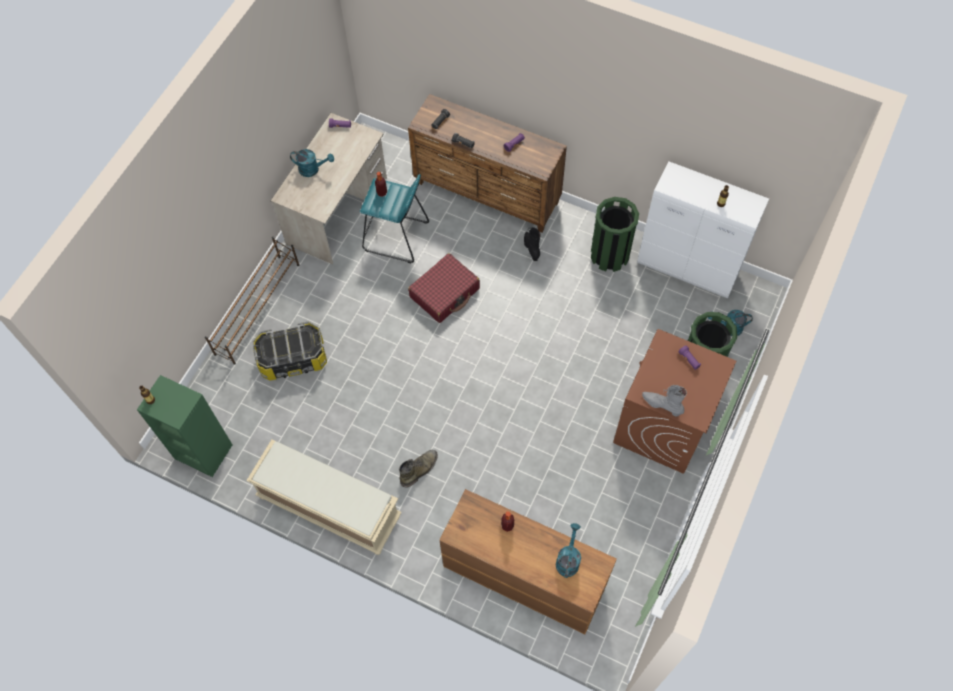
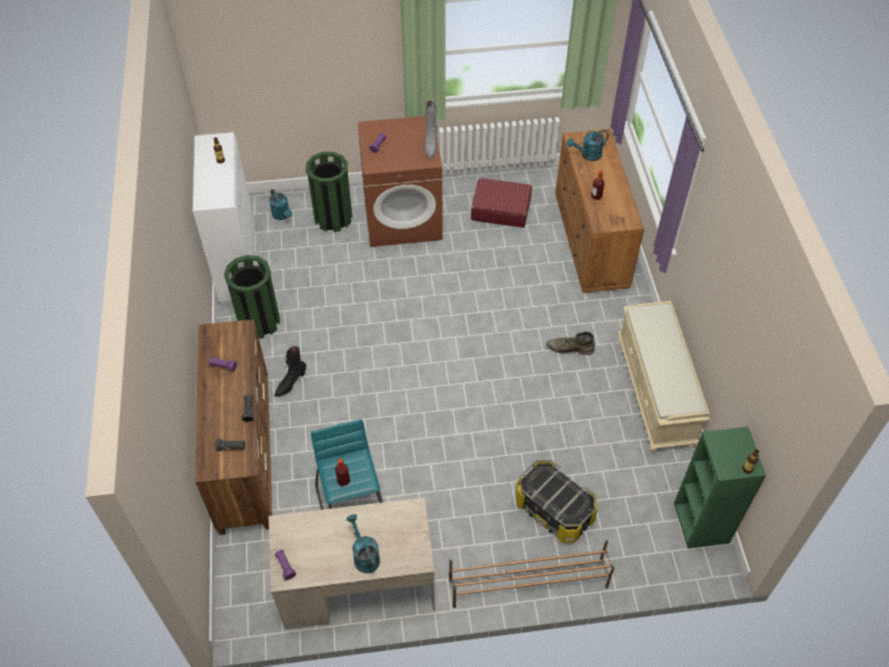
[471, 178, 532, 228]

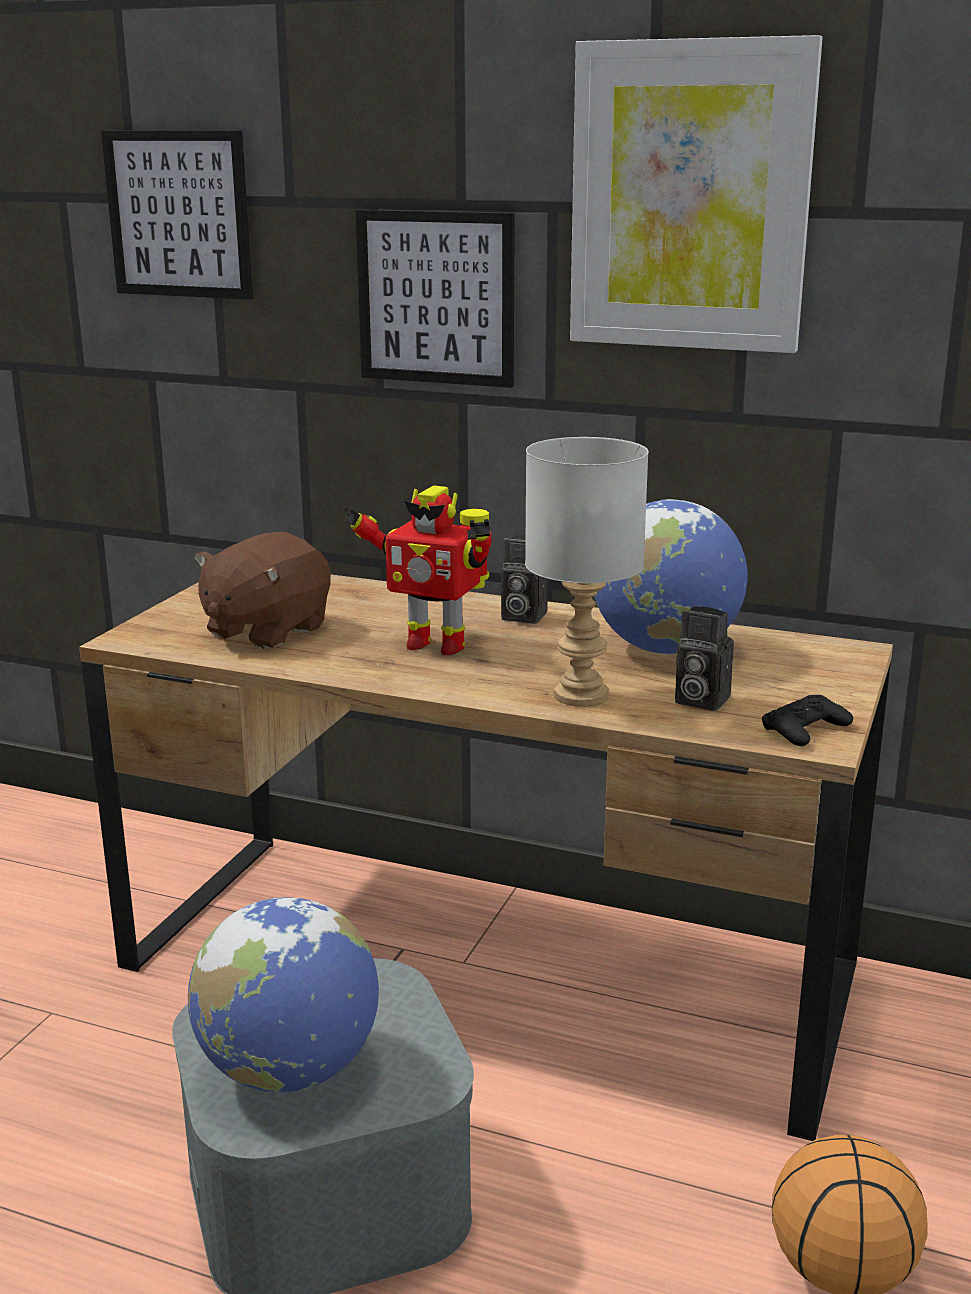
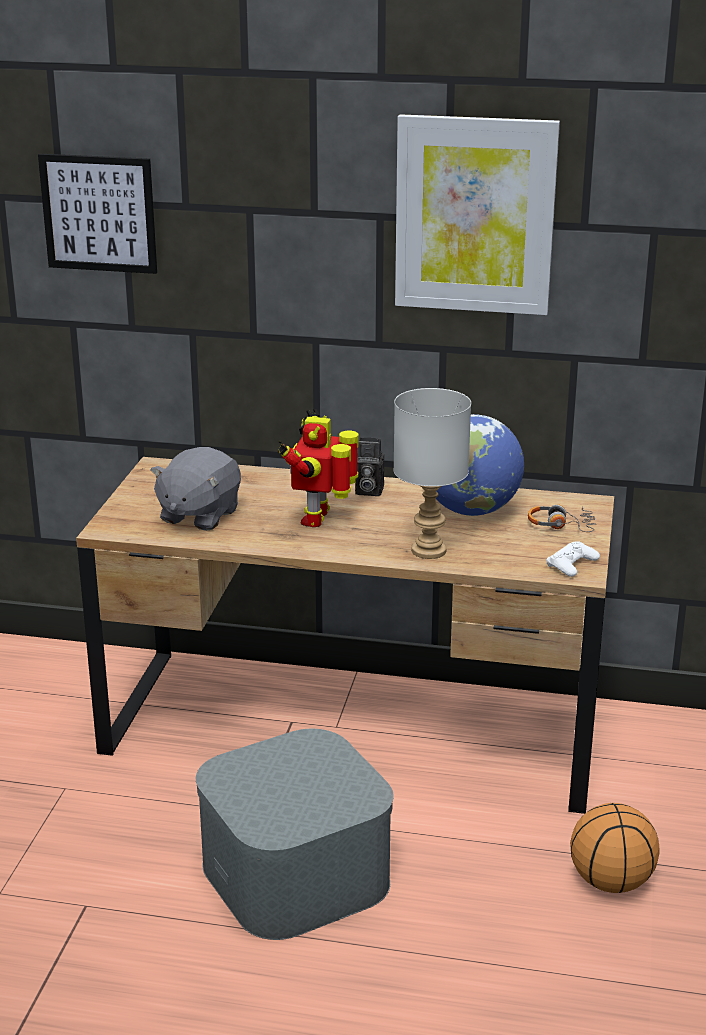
[150, 447, 241, 531]
[277, 409, 359, 527]
[528, 505, 596, 532]
[546, 541, 600, 577]
[188, 897, 379, 1092] (first image)
[355, 210, 515, 388] (first image)
[675, 607, 734, 711] (first image)

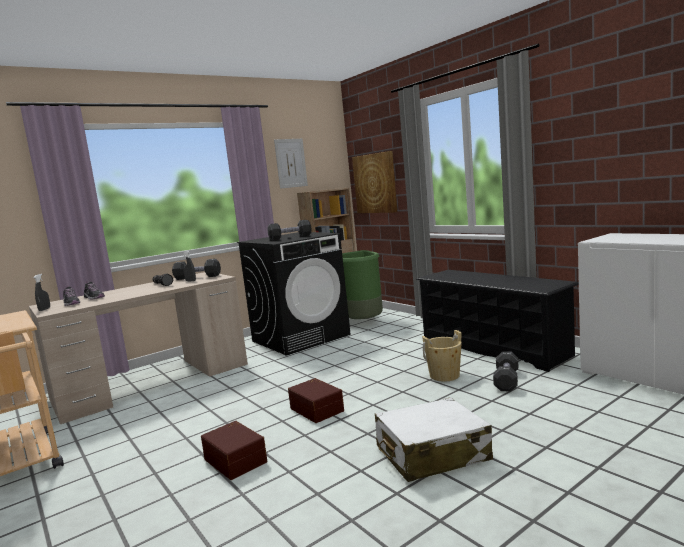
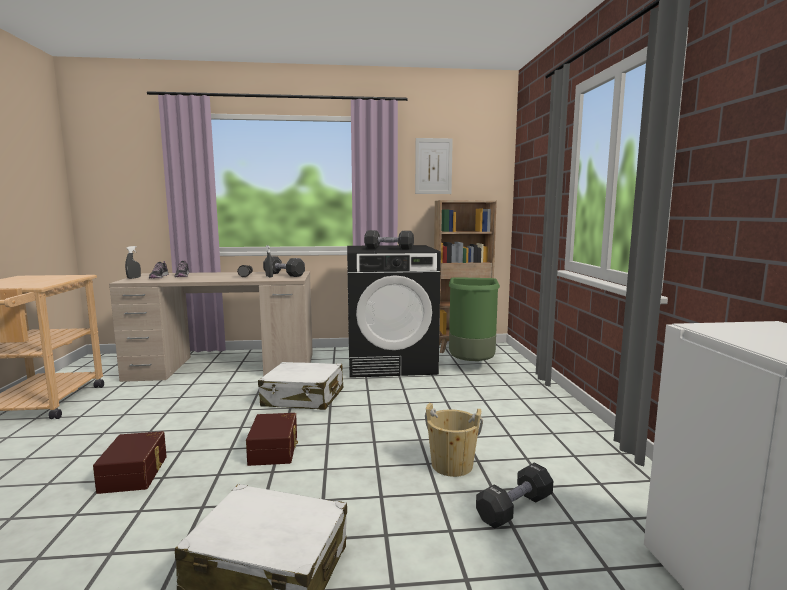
[258, 362, 343, 410]
[352, 151, 397, 213] (first image)
[416, 270, 579, 372] (first image)

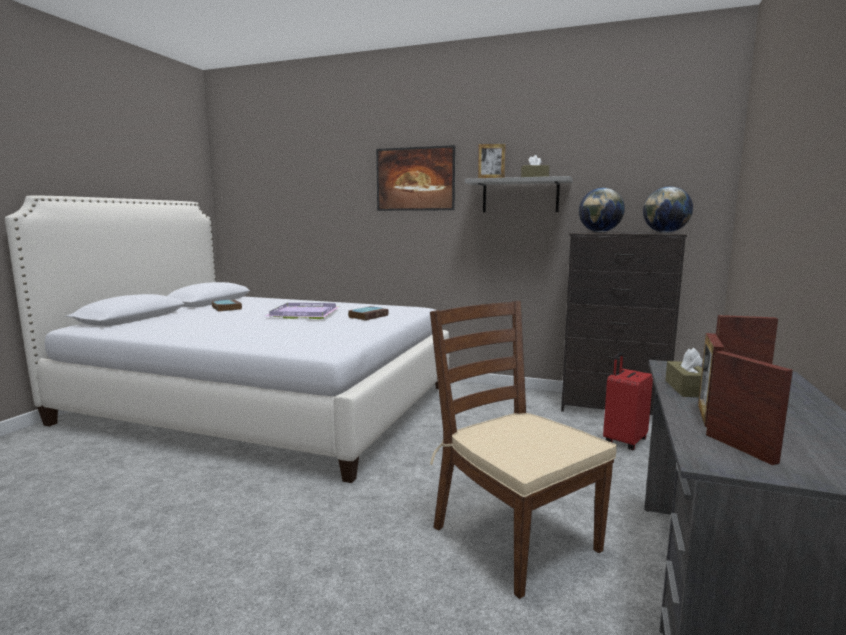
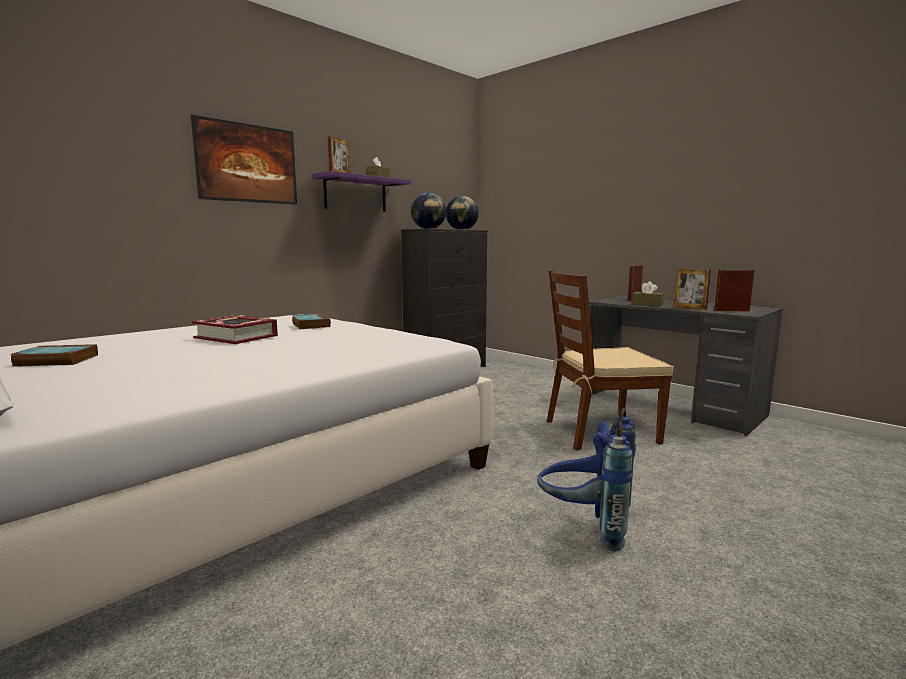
[192, 315, 278, 344]
[312, 171, 412, 212]
[537, 408, 636, 552]
[603, 352, 653, 450] (first image)

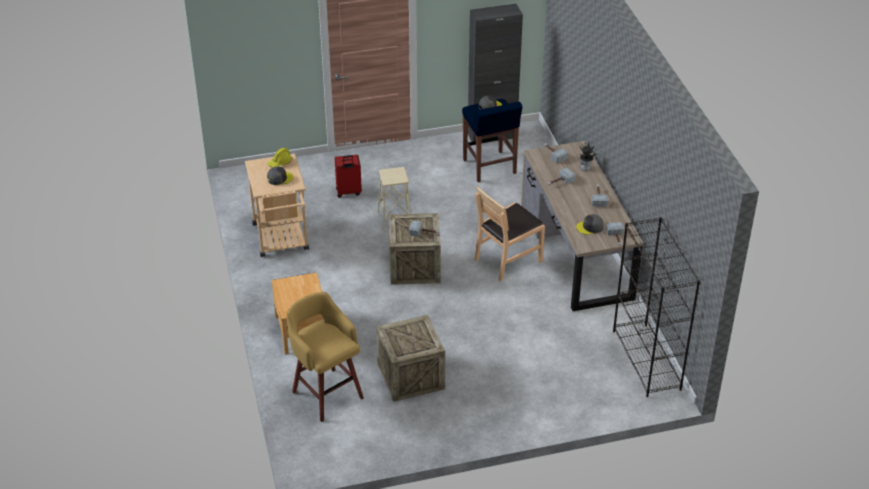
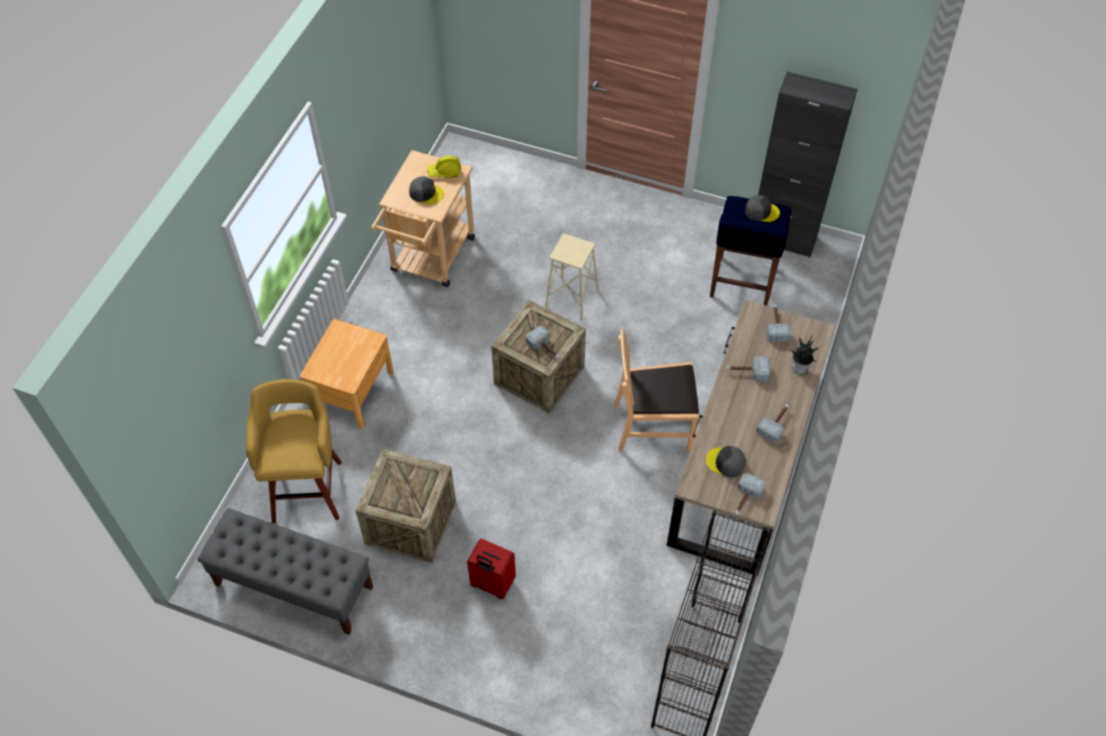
[197, 508, 373, 635]
[467, 538, 516, 599]

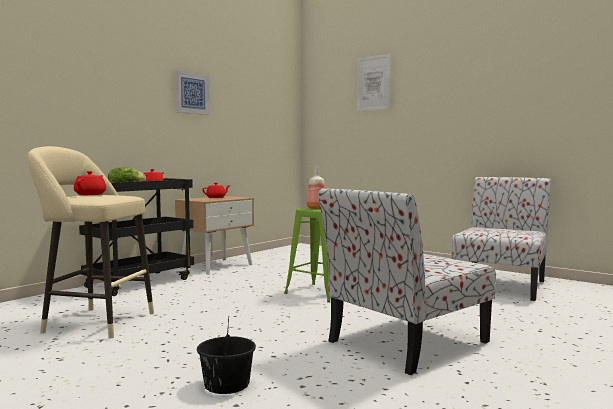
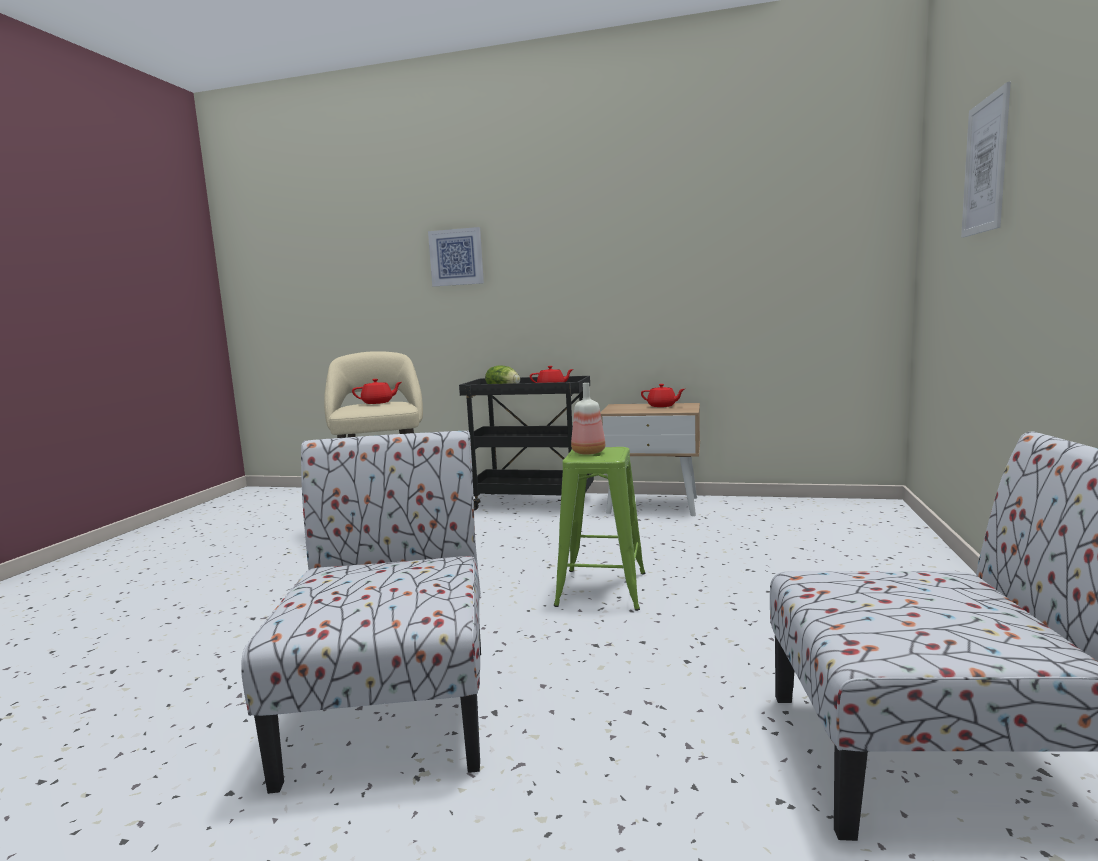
[241, 430, 481, 794]
[428, 227, 484, 286]
[197, 318, 256, 394] (first image)

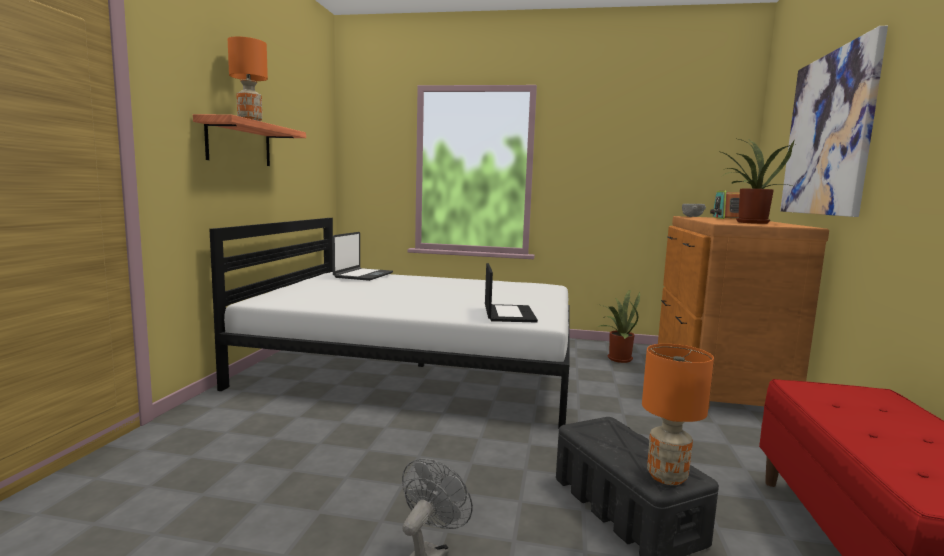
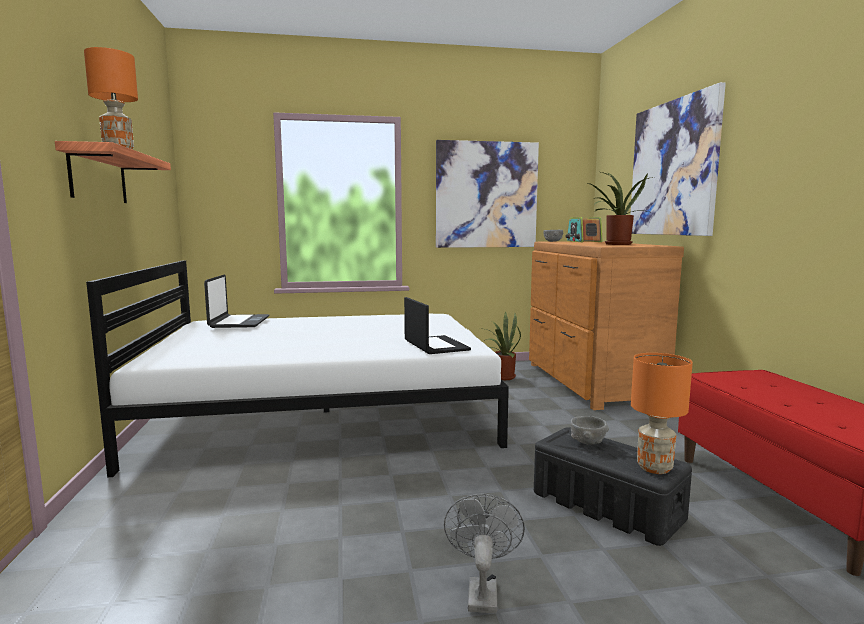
[436, 140, 539, 248]
[570, 416, 609, 445]

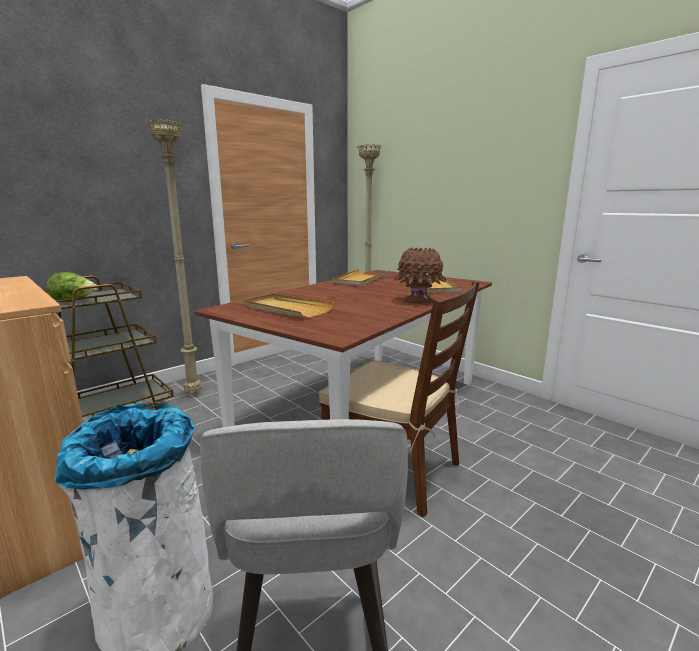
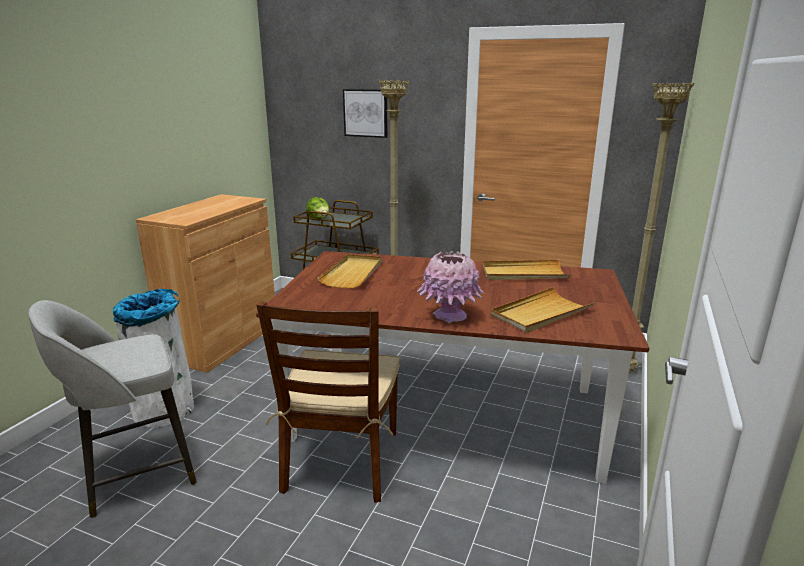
[343, 89, 387, 138]
[417, 251, 484, 323]

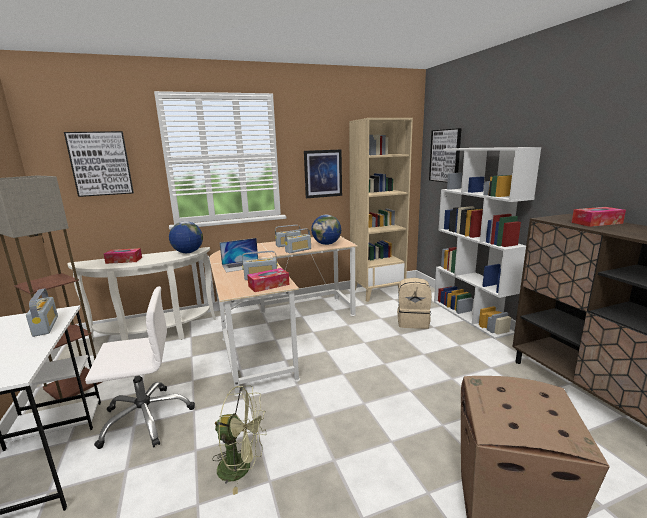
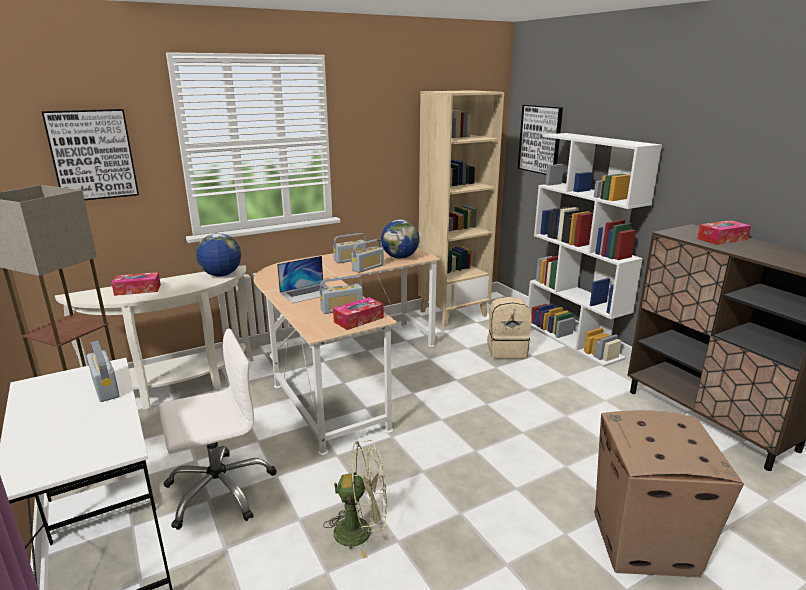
[304, 150, 342, 198] (first image)

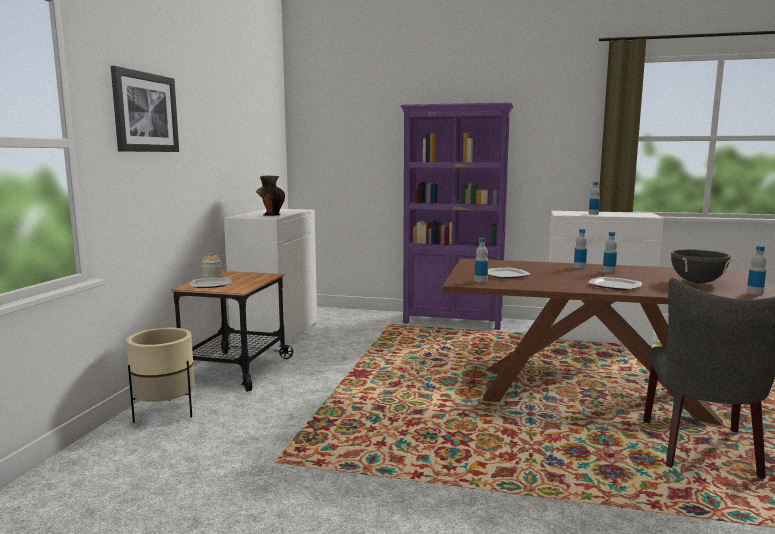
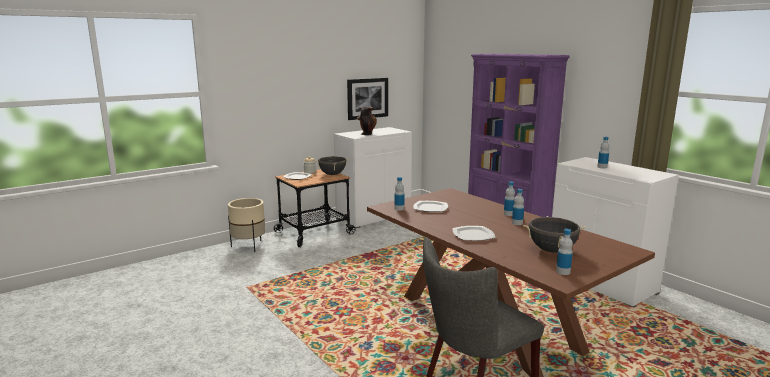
[315, 156, 350, 175]
[347, 78, 388, 120]

